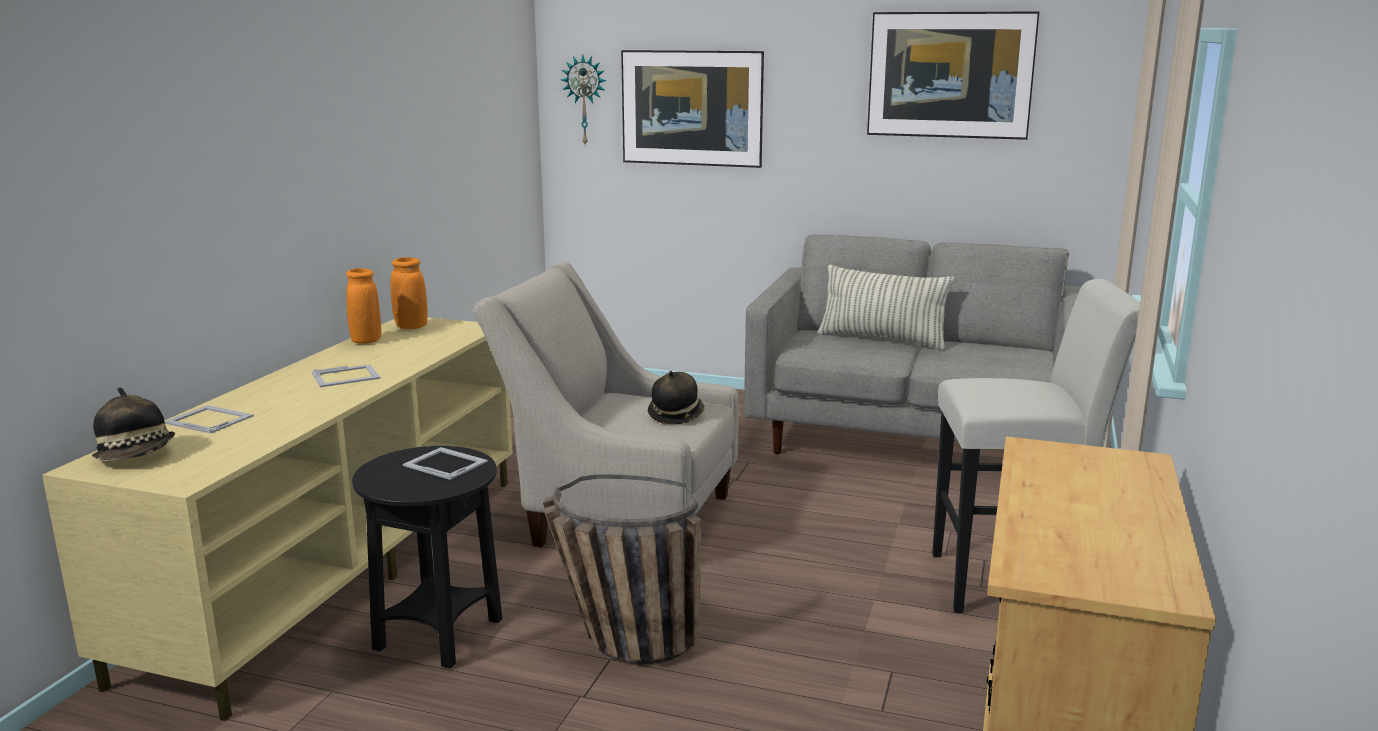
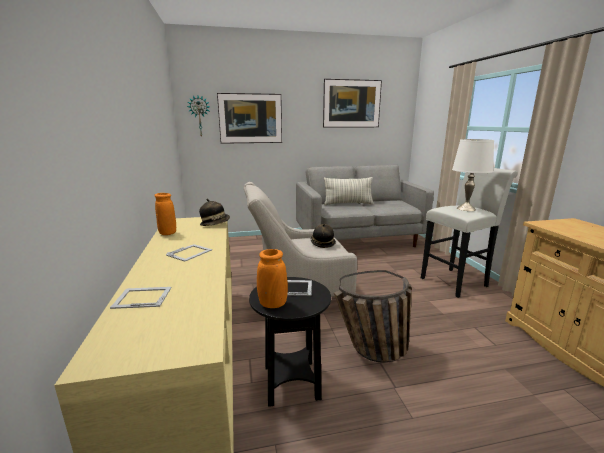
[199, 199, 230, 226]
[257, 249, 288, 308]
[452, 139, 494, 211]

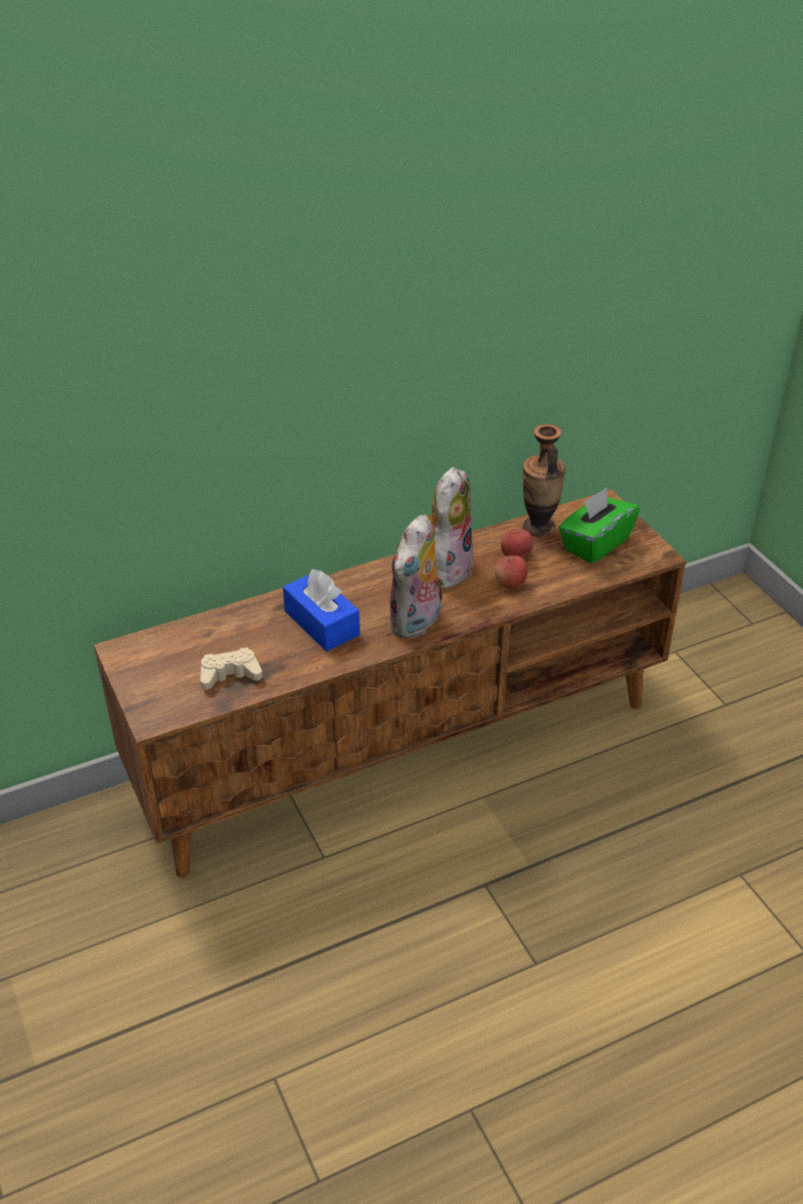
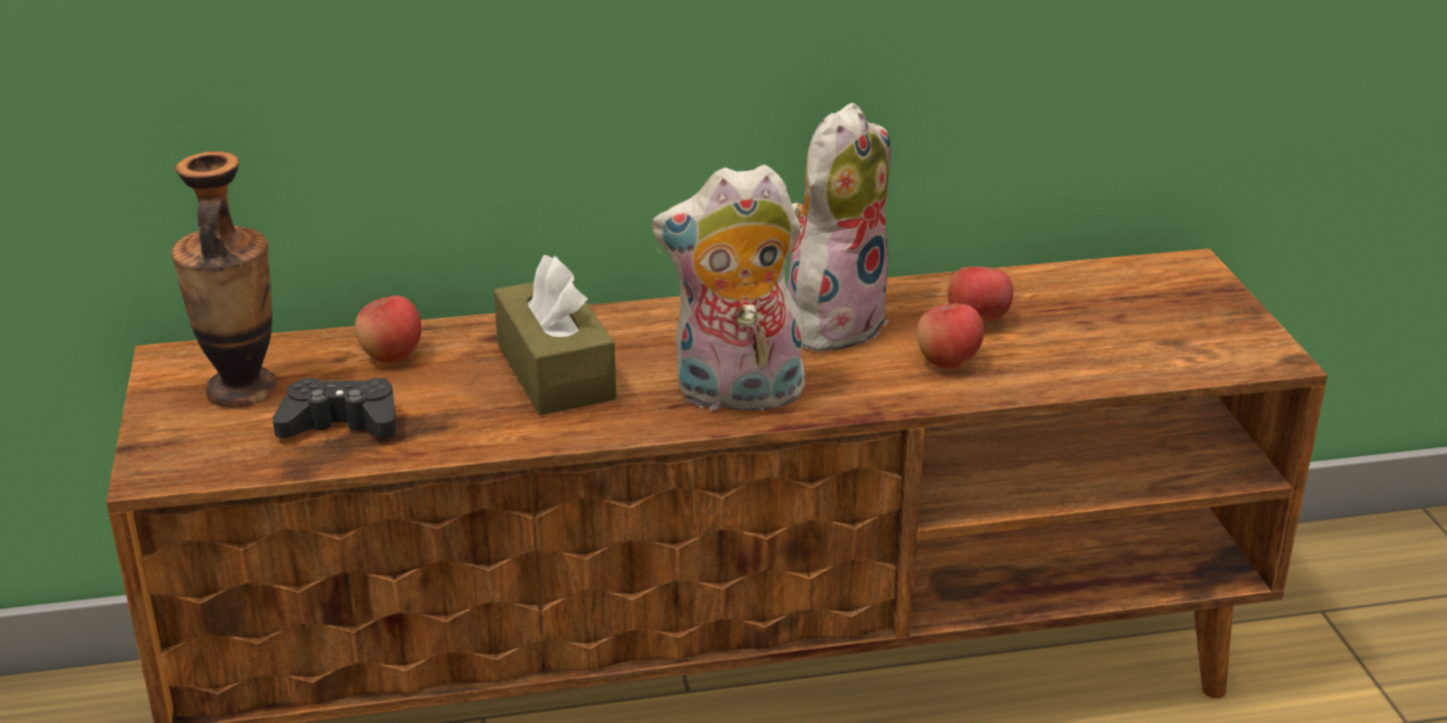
[171, 151, 278, 408]
[272, 378, 396, 438]
[355, 296, 421, 363]
[494, 255, 617, 415]
[651, 164, 809, 411]
[558, 488, 640, 564] (first image)

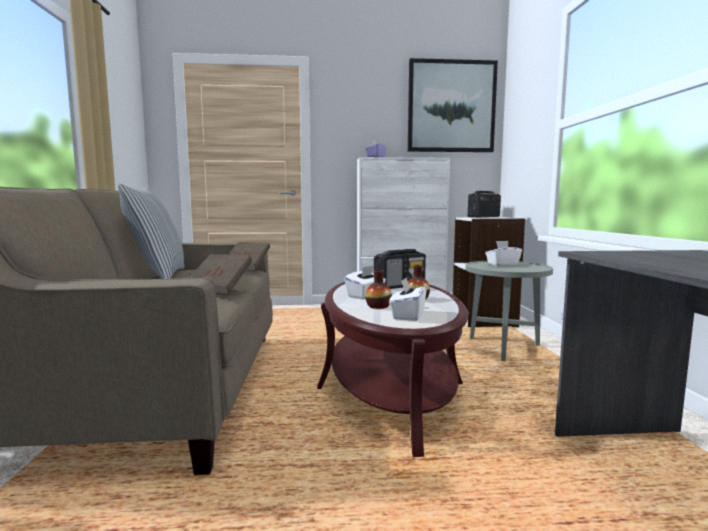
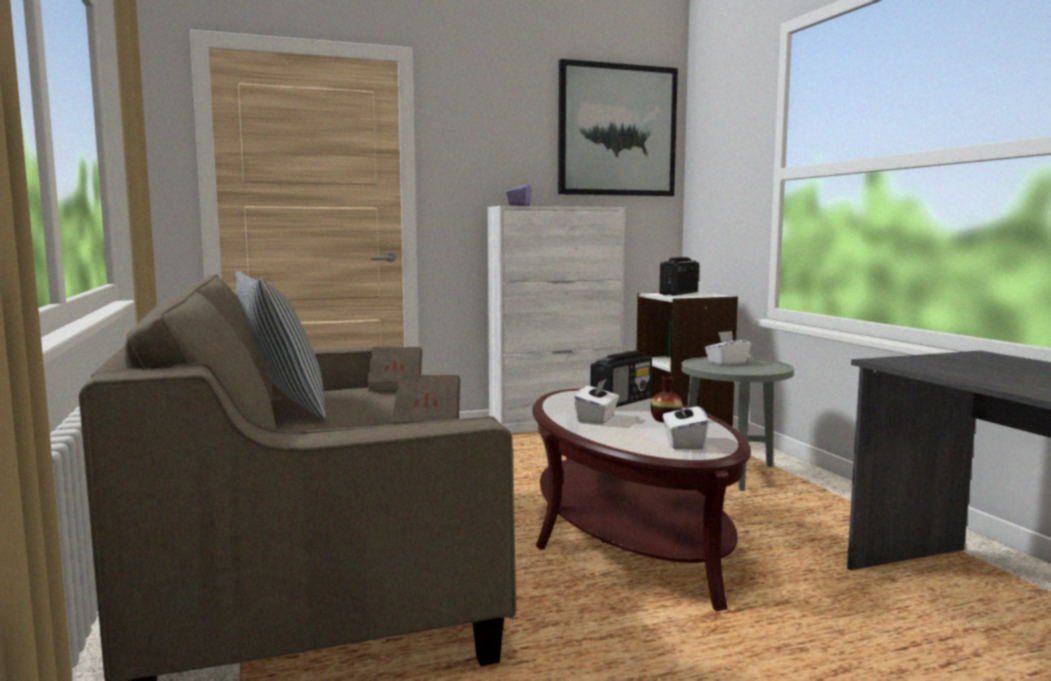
[365, 270, 392, 309] (first image)

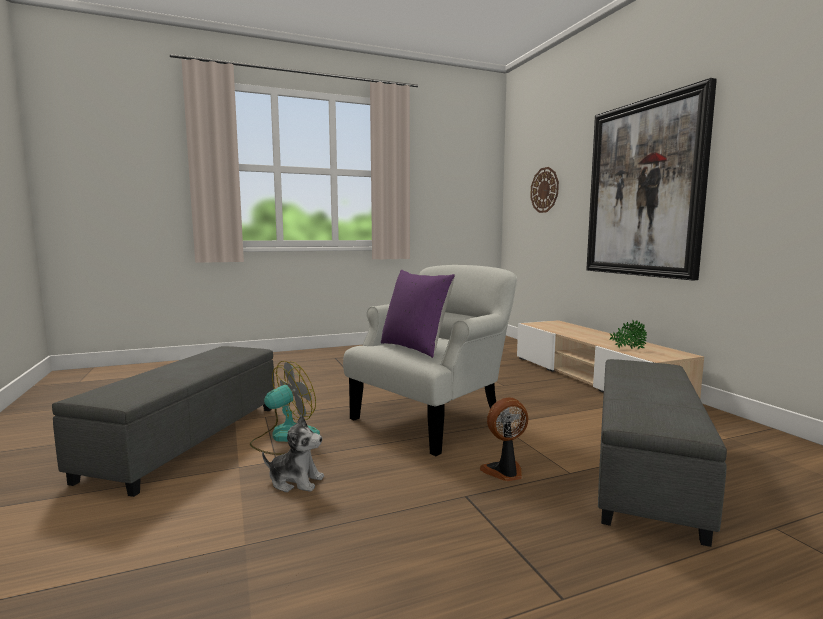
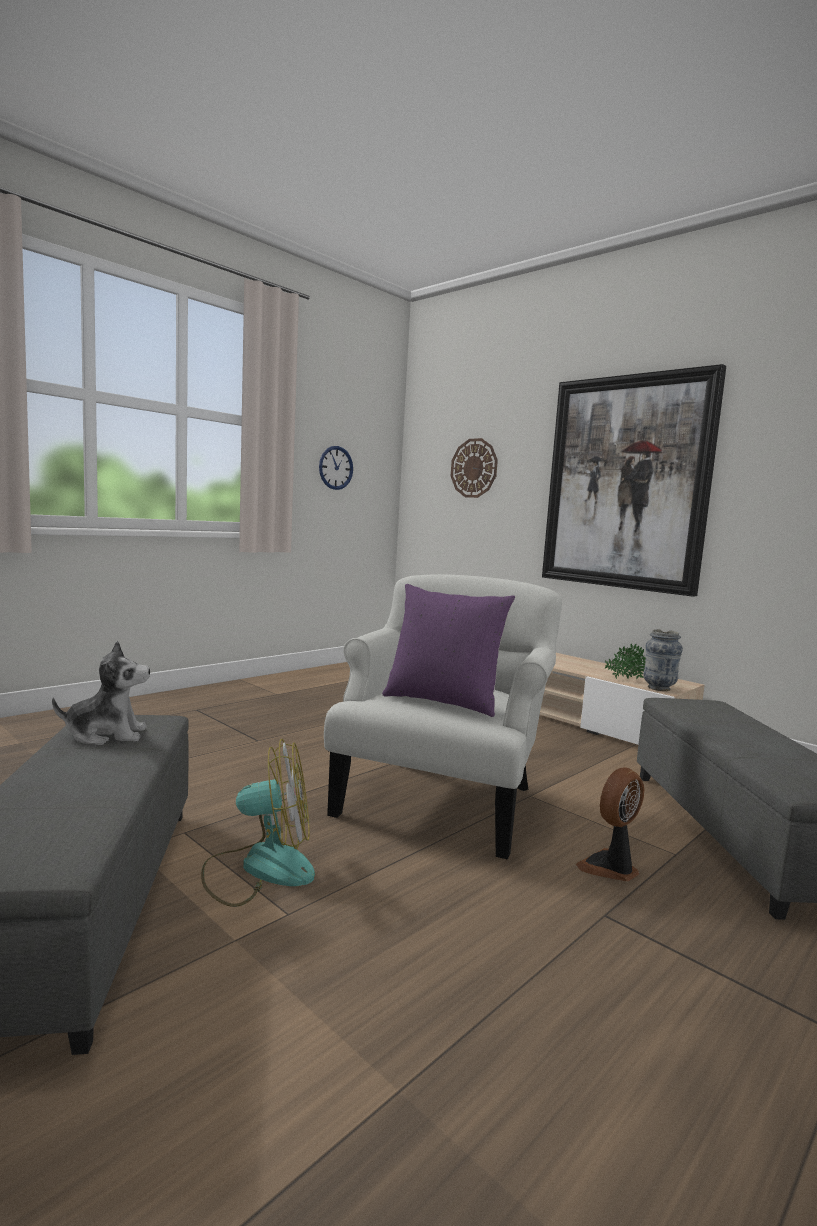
[52, 641, 150, 745]
[201, 739, 315, 907]
[319, 446, 353, 490]
[643, 629, 683, 691]

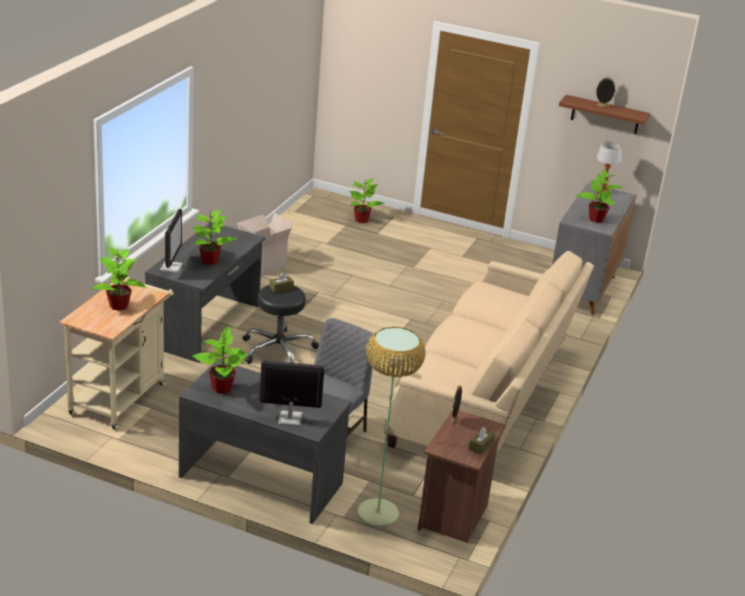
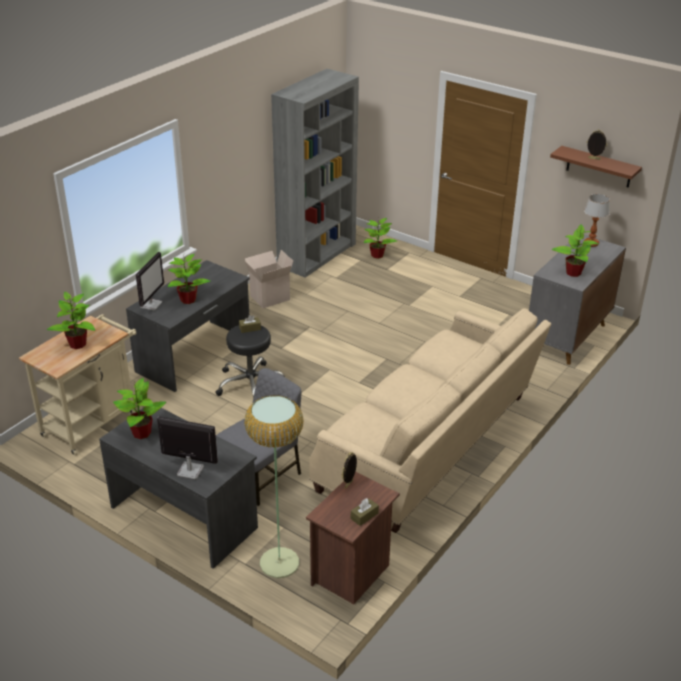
[271, 69, 359, 278]

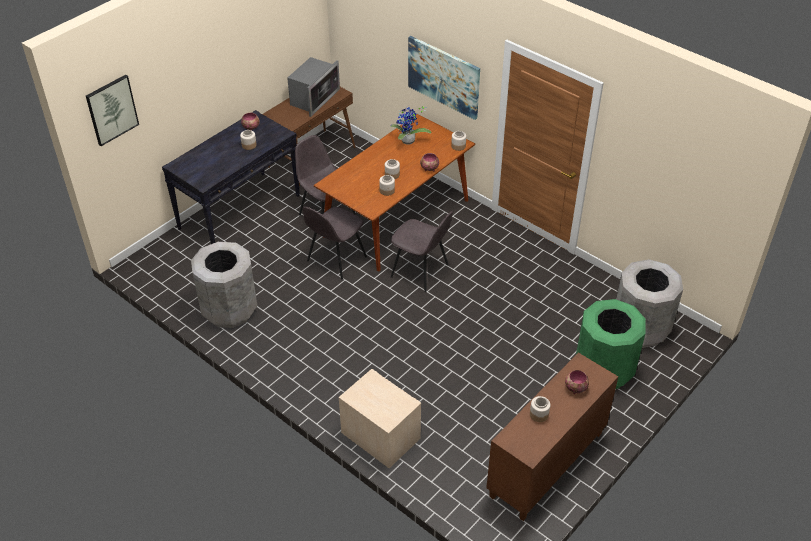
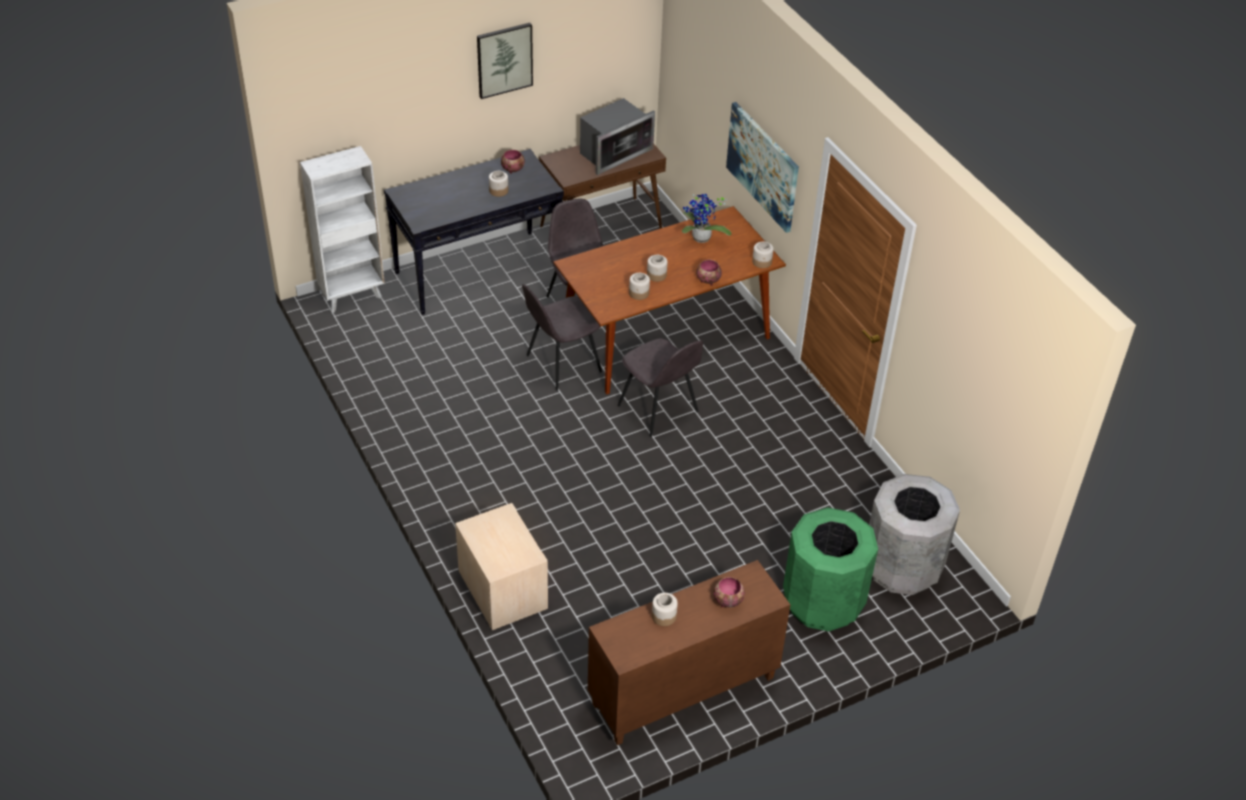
[300, 146, 385, 312]
[477, 23, 533, 99]
[191, 242, 257, 328] (first image)

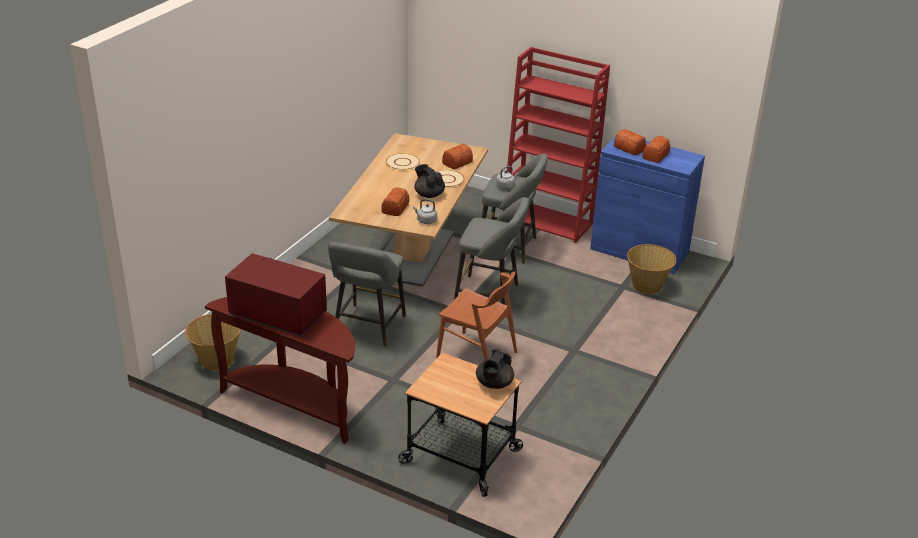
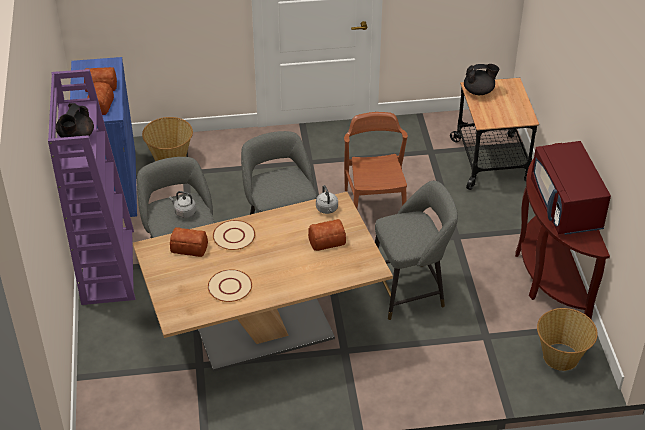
[48, 69, 136, 305]
[56, 103, 94, 138]

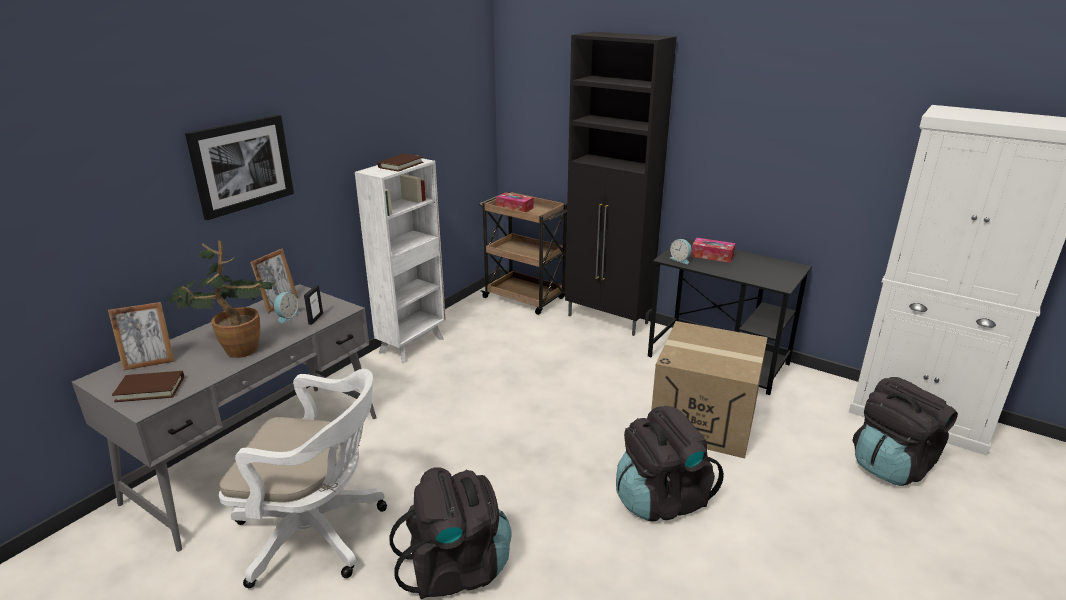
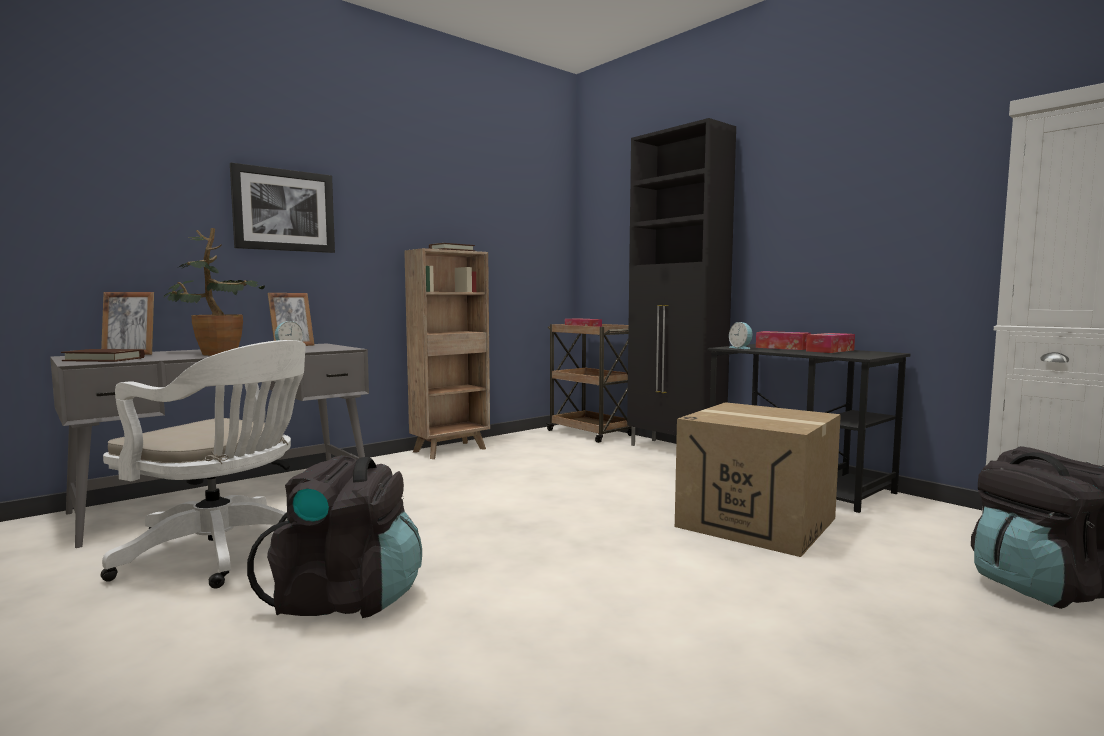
[404, 248, 490, 459]
[806, 333, 855, 353]
[304, 285, 323, 325] (first image)
[616, 406, 724, 522] (first image)

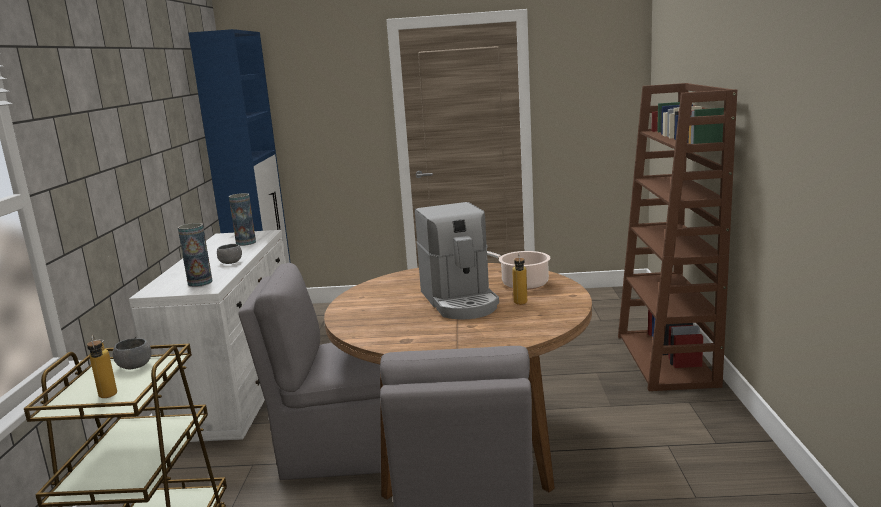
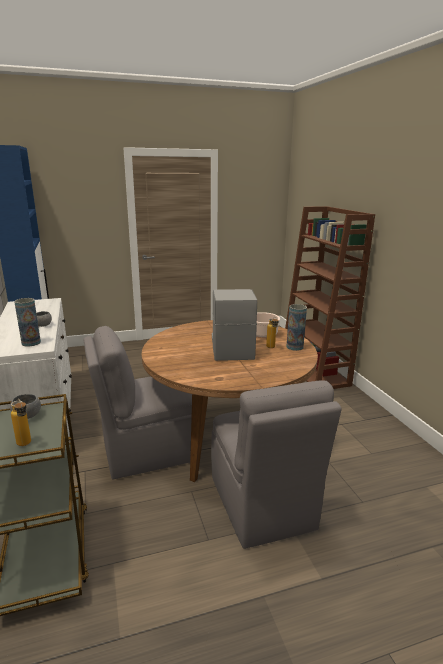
[212, 289, 257, 361]
[286, 304, 307, 351]

